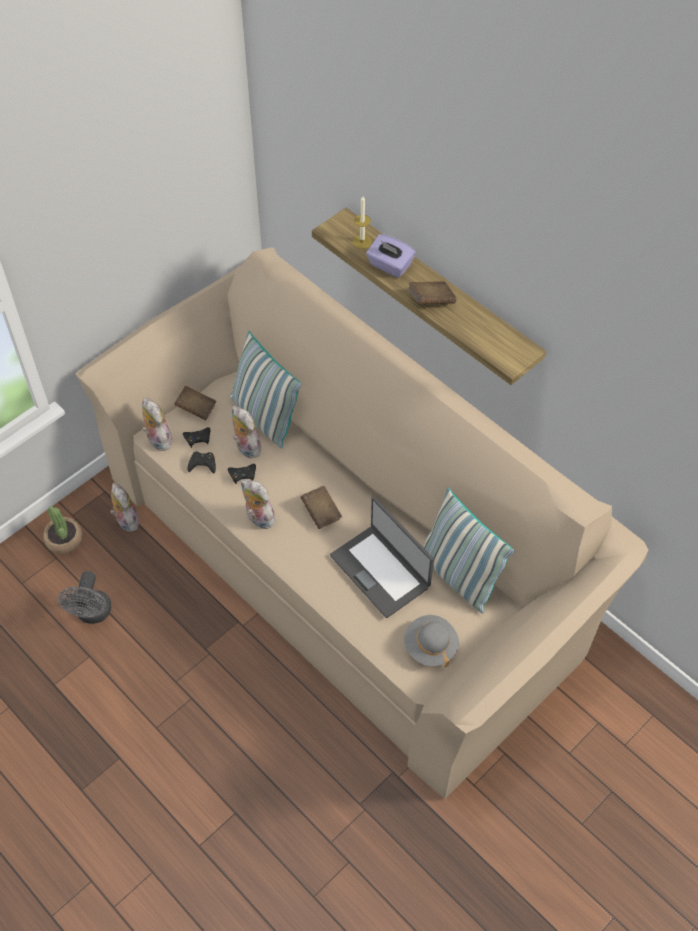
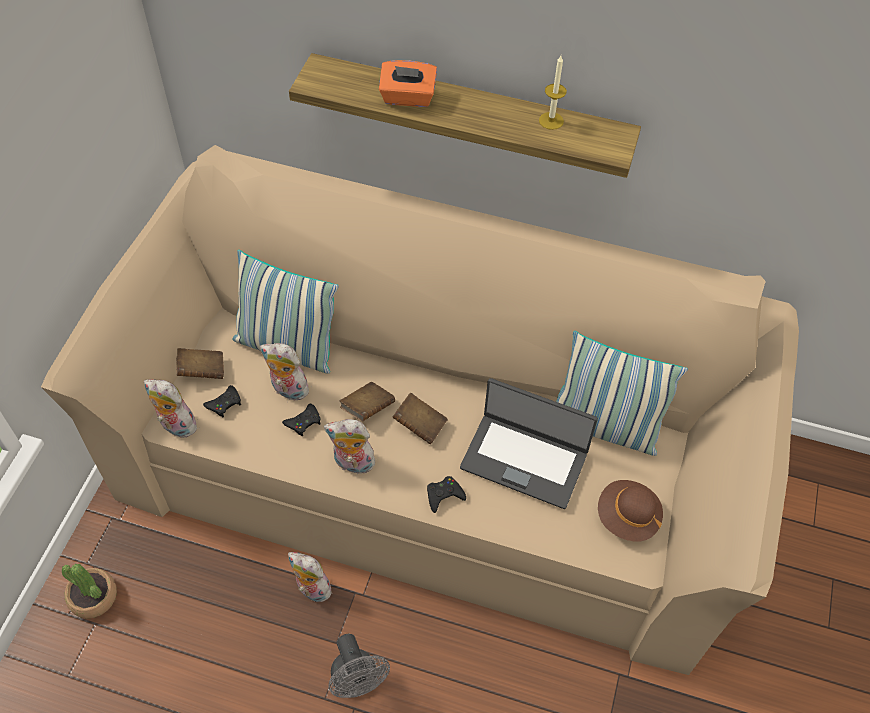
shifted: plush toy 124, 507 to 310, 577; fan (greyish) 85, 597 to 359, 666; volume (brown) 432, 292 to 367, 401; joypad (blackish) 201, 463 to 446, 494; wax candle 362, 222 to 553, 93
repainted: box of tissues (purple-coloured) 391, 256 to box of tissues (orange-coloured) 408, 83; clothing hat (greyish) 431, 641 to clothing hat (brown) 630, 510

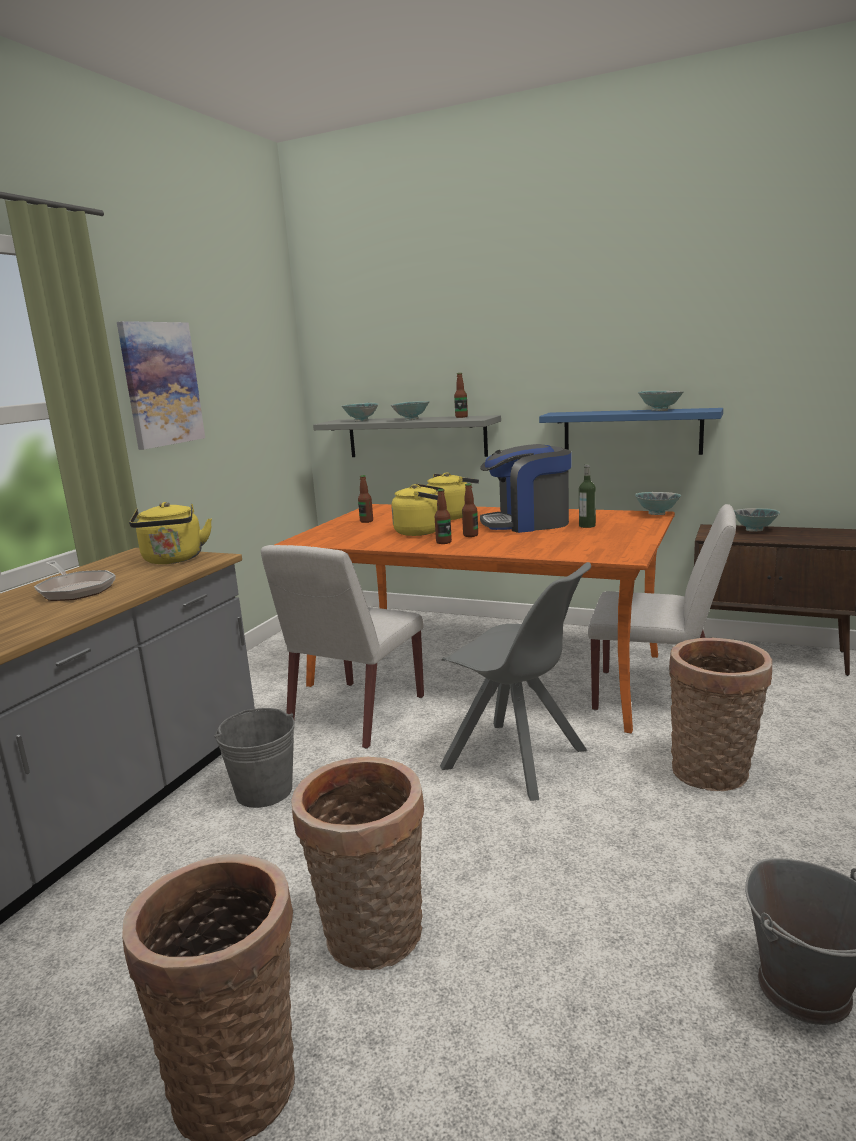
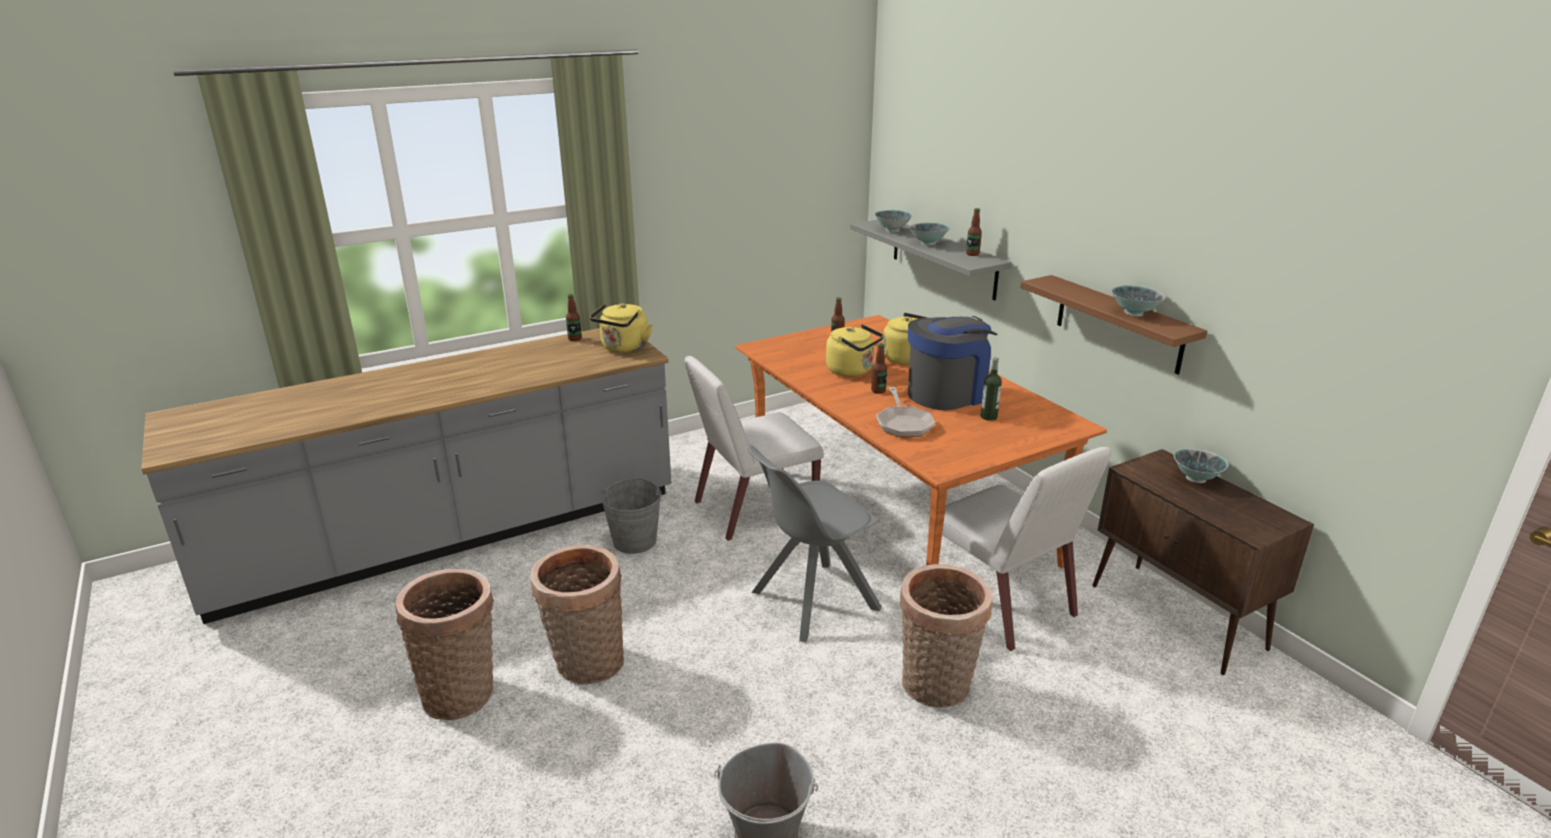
gone: wall picture 161, 385; deep dish 658, 503
shifted: bottle 443, 516 to 574, 317; pan 75, 581 to 905, 412
repainted: shelf (blue-coloured) 631, 431 to shelf (brown) 1114, 325
rotated: upright chair (greyish) 515, 681 = 815, 543 75 degrees clockwise; coffee maker 525, 488 = 952, 363 120 degrees clockwise

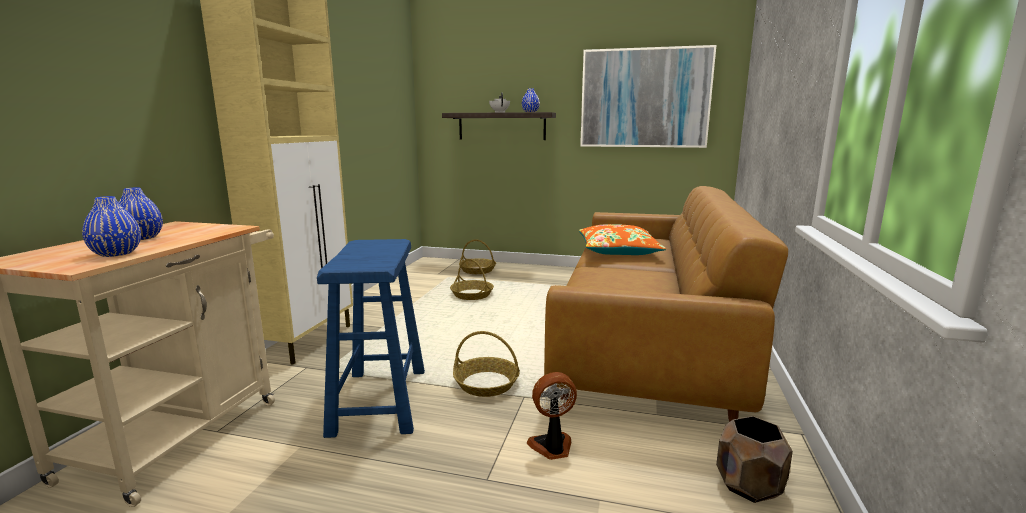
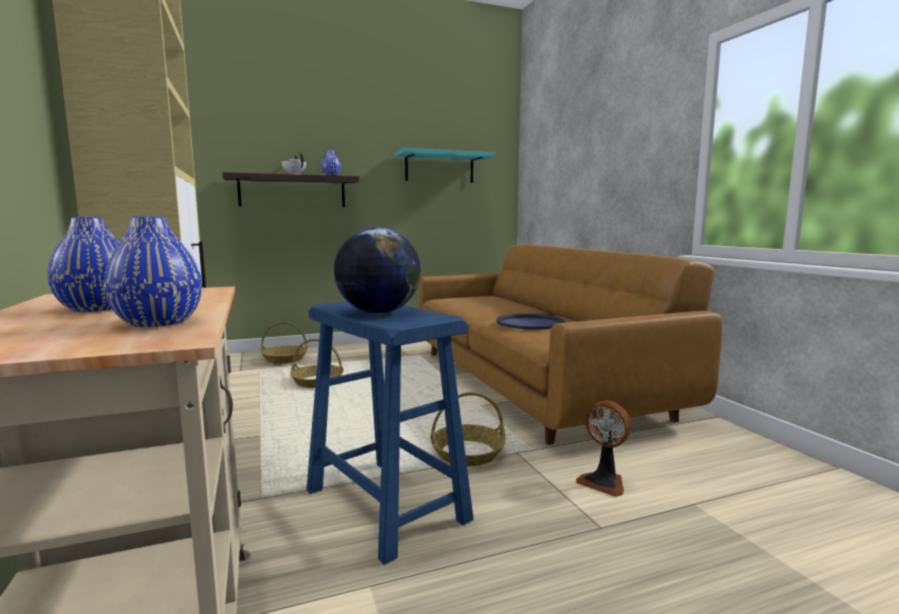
gone: throw pillow (orange-coloured) 622, 239; flower pot (brown) 754, 459
new: desk globe 377, 270; serving tray (blue-coloured) 530, 322
swapped: wall picture 648, 96 to shelf (blue-green) 445, 165
rotated: fan 552, 416 = 604, 449 90 degrees counterclockwise

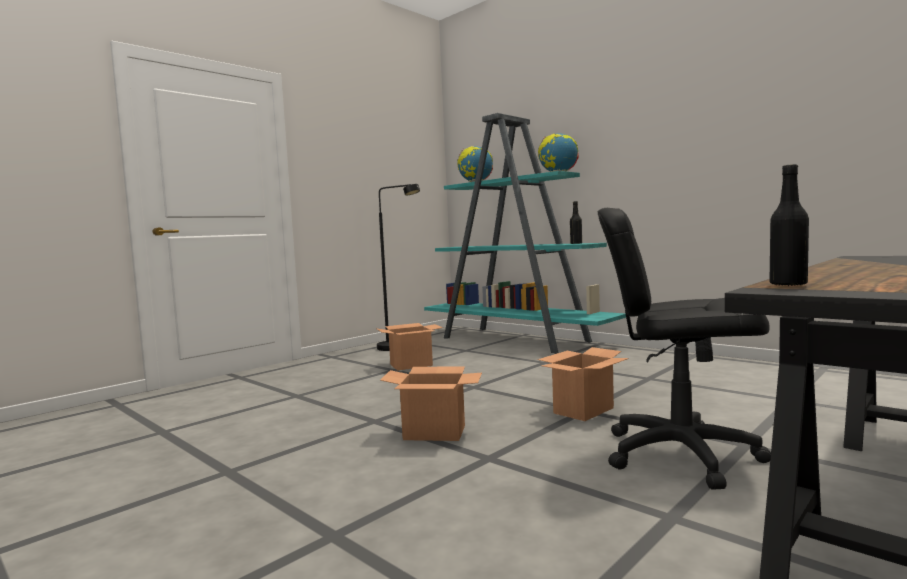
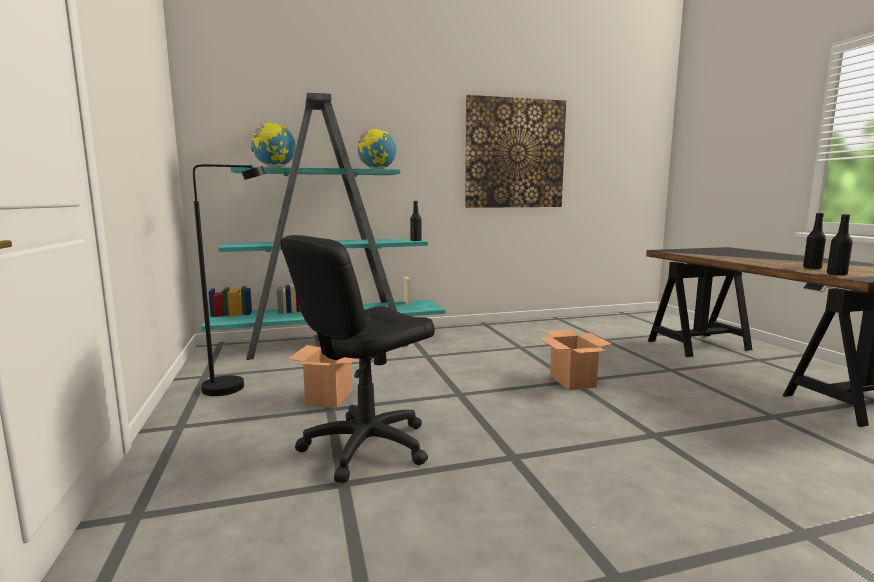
gone: packing box 431, 403
new: wall picture 515, 151; bottle (blackish) 814, 241
shifted: desk chair (blackish) 684, 349 to 357, 359

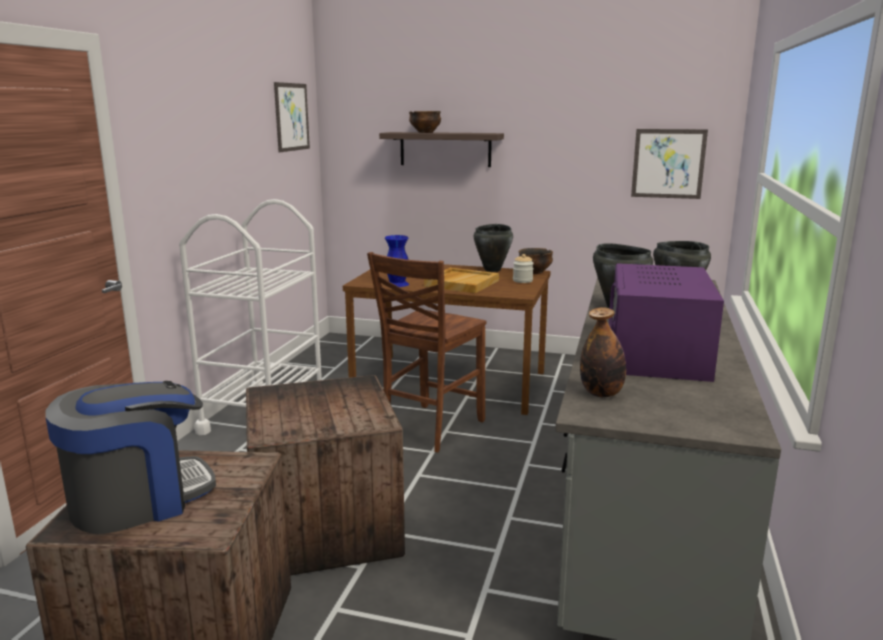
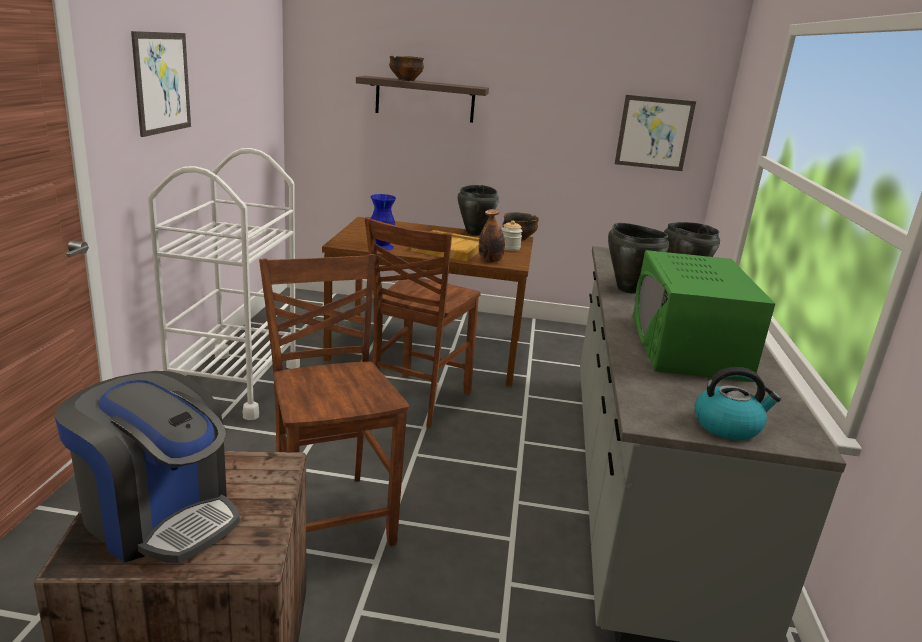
new: water kettle 738, 403
shifted: wall picture 292, 117 to 161, 84; bottle 603, 352 to 492, 236
swapped: packing crate 325, 475 to upright chair (brown) 334, 400
repainted: microwave oven (purple-coloured) 666, 322 to microwave oven (green-coloured) 703, 316
rotated: coffee maker 130, 457 = 147, 467 75 degrees clockwise

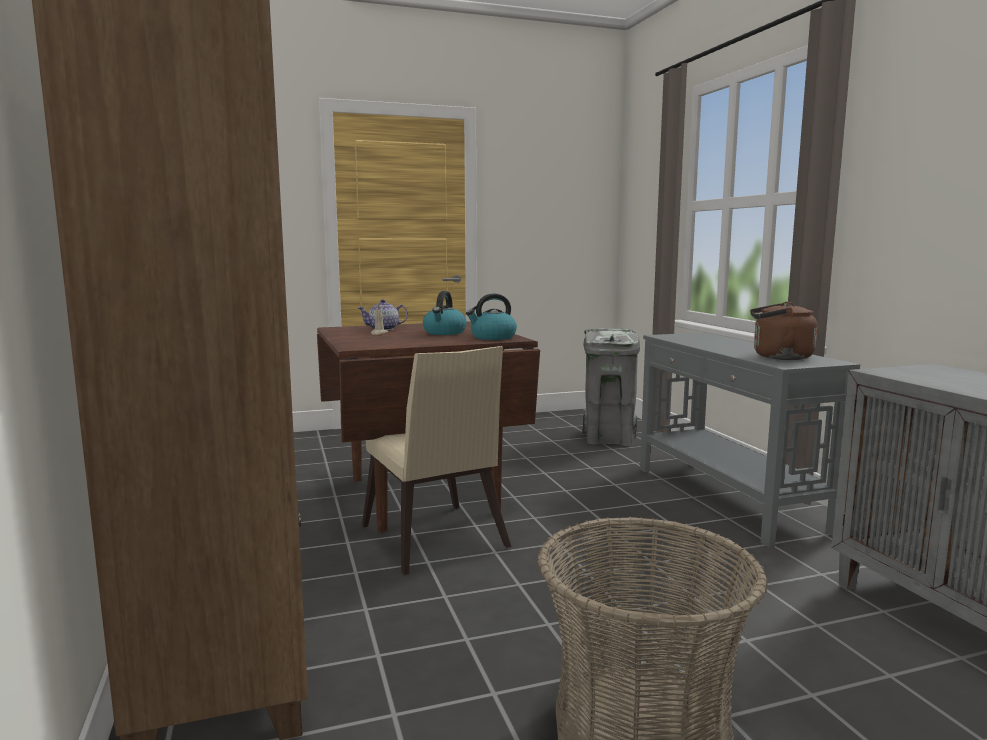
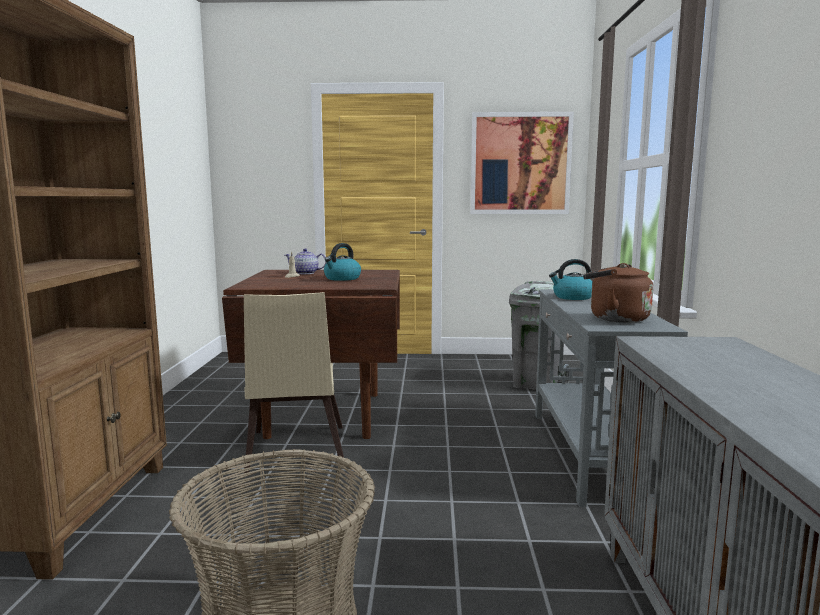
new: wall picture 522, 163
shifted: water kettle 491, 317 to 571, 279

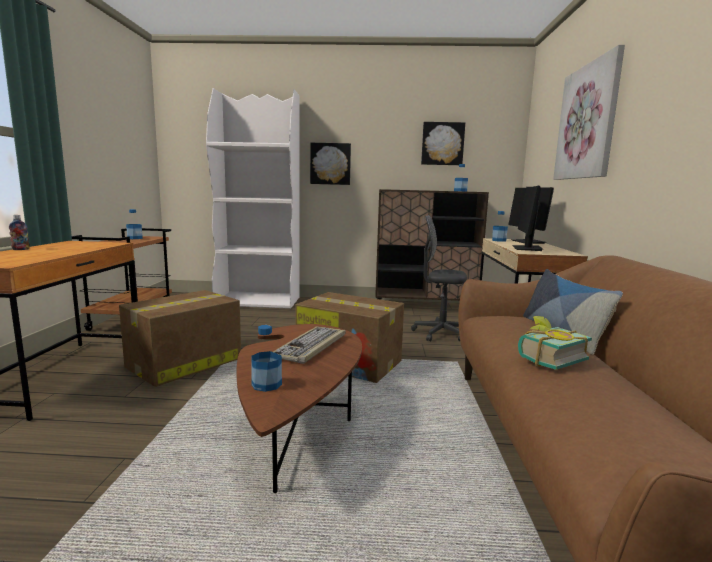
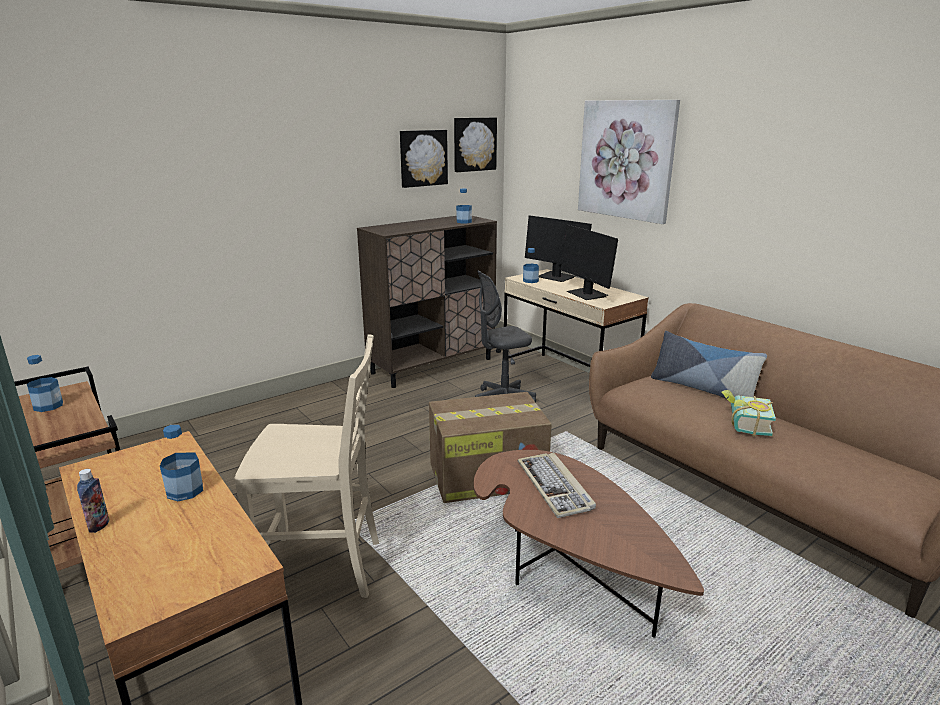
gone: shelving unit (white) 253, 198
shifted: bottle 267, 358 to 181, 463; wall picture 330, 164 to 475, 145
swapped: packing box 180, 338 to upright chair (sand-coloured) 306, 466

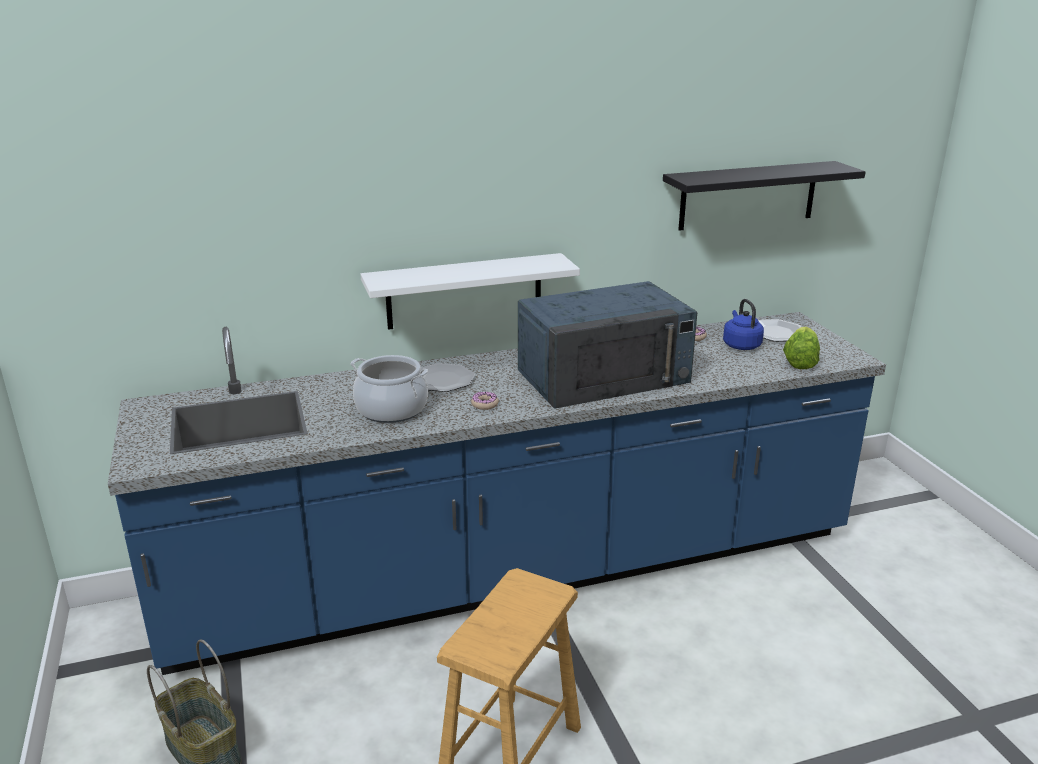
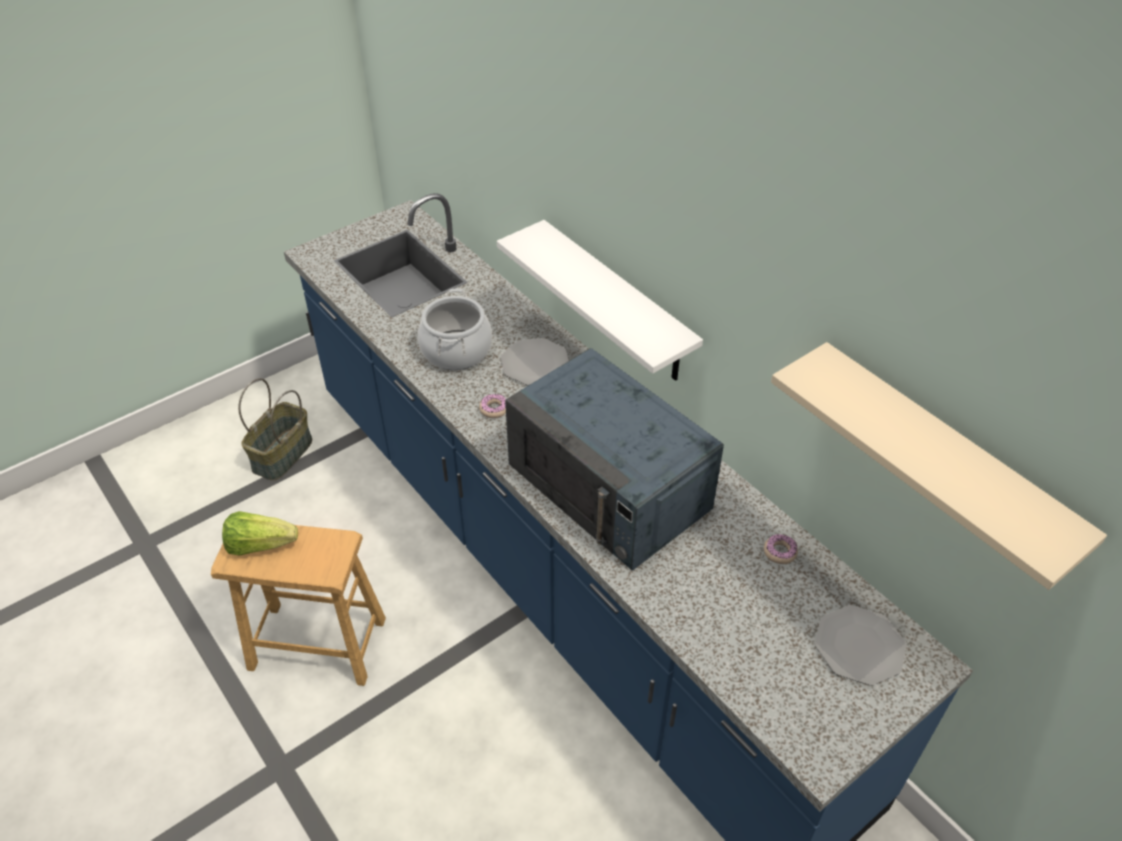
gone: water kettle (blue-coloured) 743, 324
shifted: lettuce head 801, 348 to 260, 533
repainted: shelf (blackish) 764, 196 to shelf (sand-coloured) 939, 466

